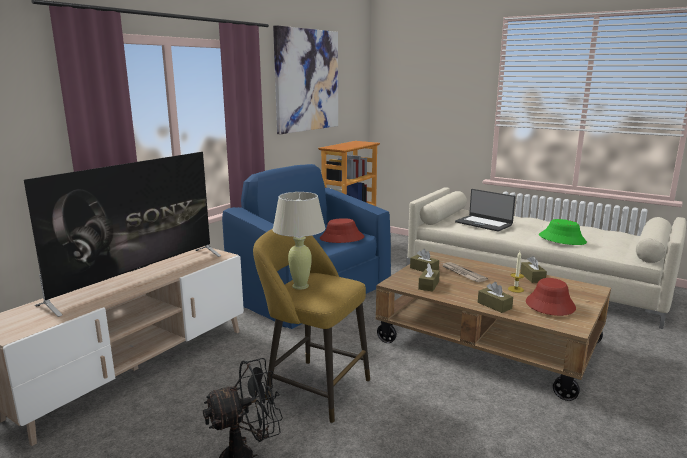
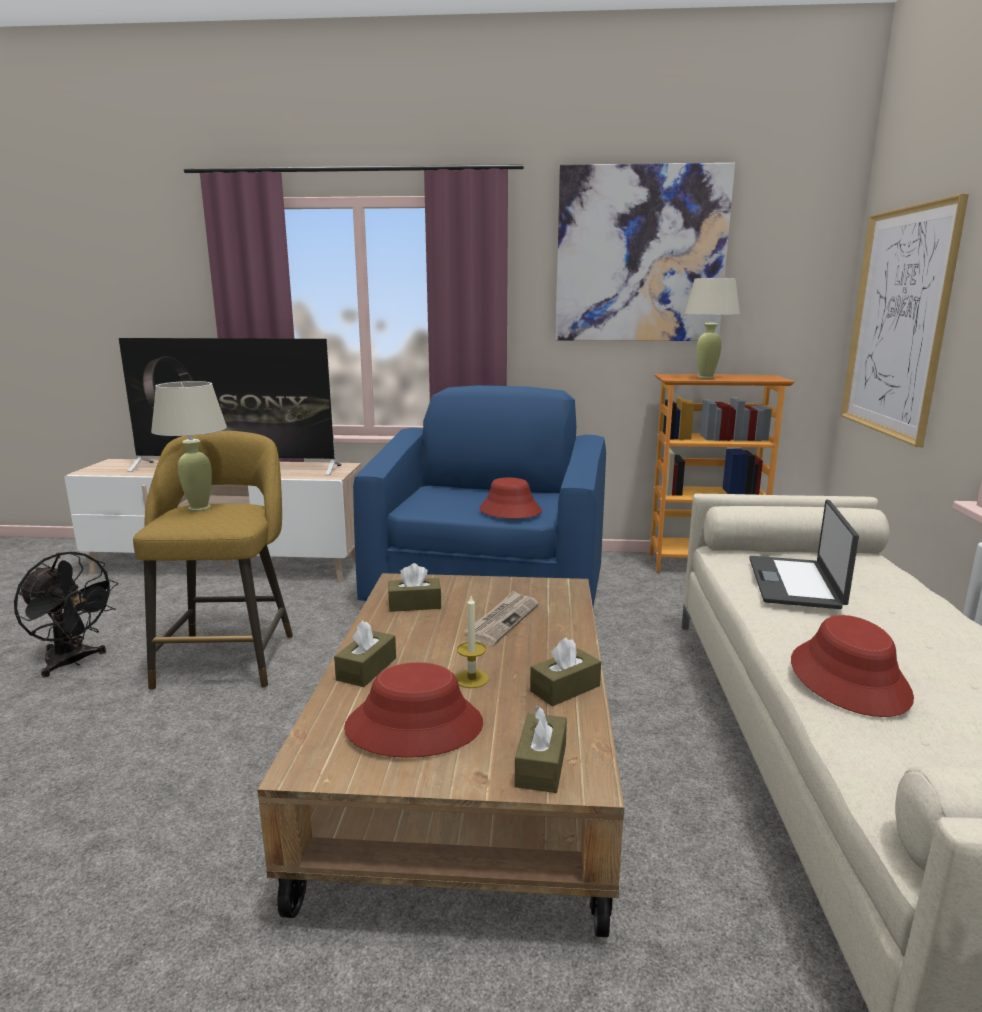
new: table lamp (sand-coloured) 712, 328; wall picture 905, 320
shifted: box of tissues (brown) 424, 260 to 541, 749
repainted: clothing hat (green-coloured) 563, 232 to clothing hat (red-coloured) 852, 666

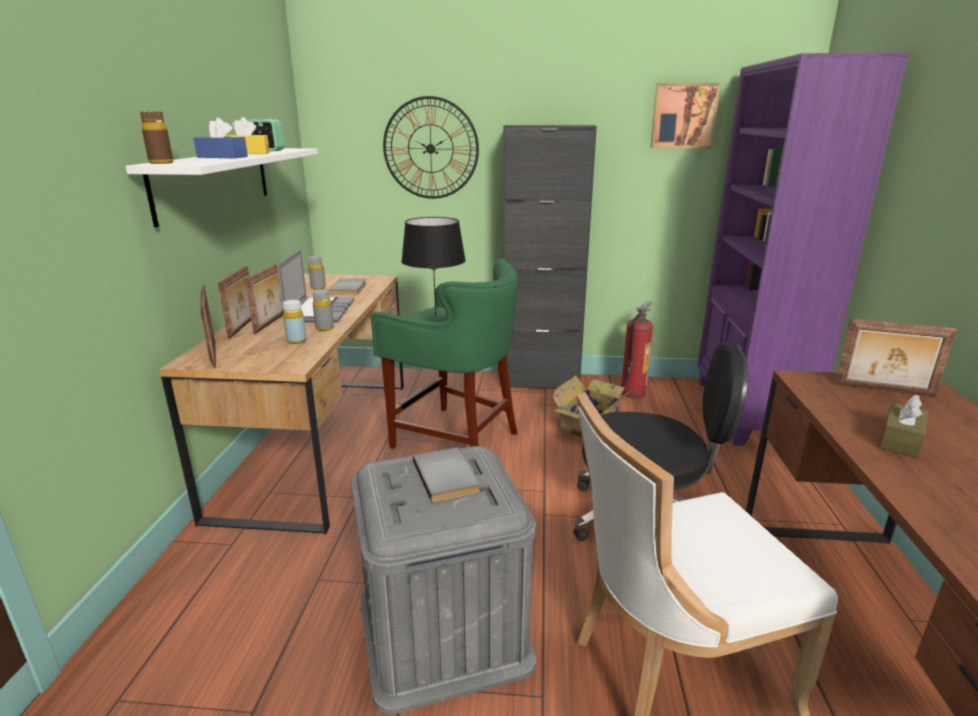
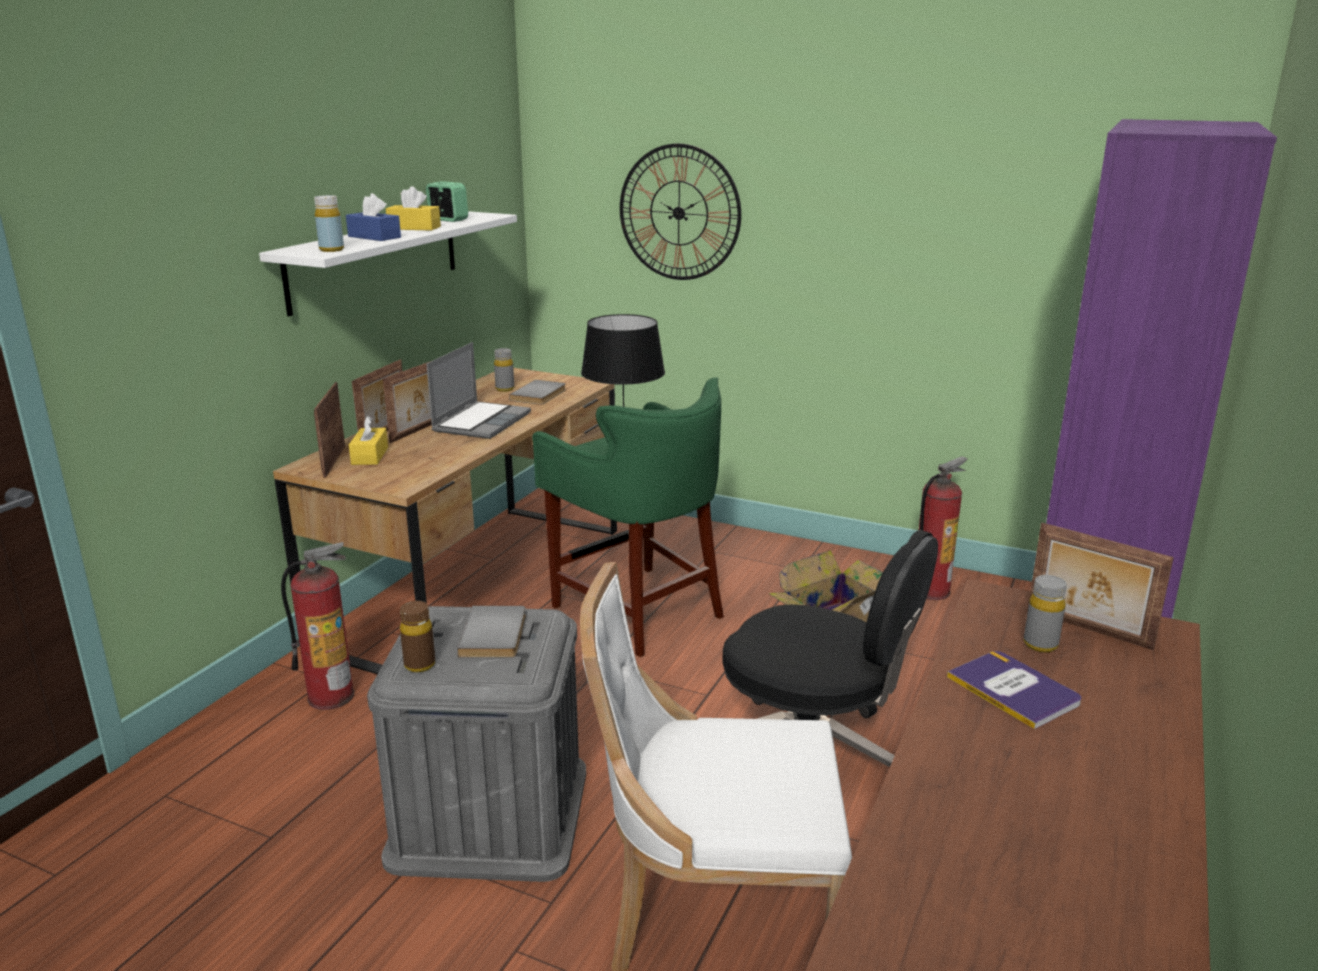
gone: cupboard (blackish) 549, 257; wall picture 685, 115
new: fire extinguisher 317, 626; box of tissues (yellowish) 368, 440
shifted: bottle (yellowish) 294, 322 to 329, 223; bottle (brown) 156, 138 to 417, 636; bottle (greyish) 323, 310 to 1045, 613
swapped: box of tissues (brown) 904, 426 to volume 1014, 690

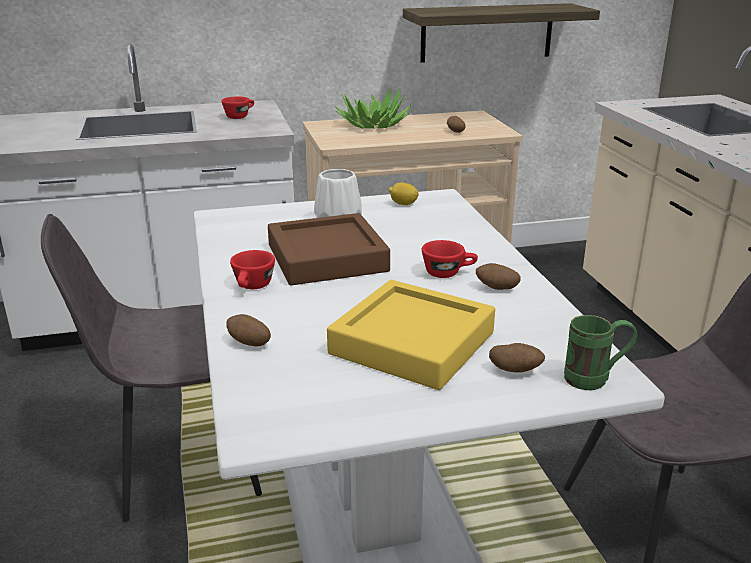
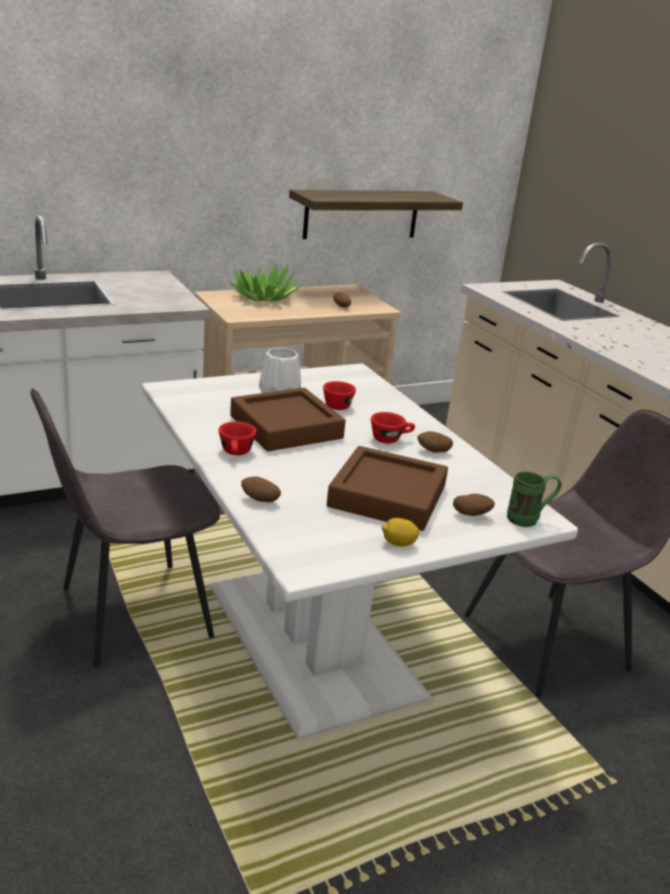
shifted: small cup (red-coloured) 238, 107 to 339, 395; citrus fruit 404, 194 to 401, 532
repainted: serving tray (yellowish) 411, 335 to serving tray (brown) 387, 488

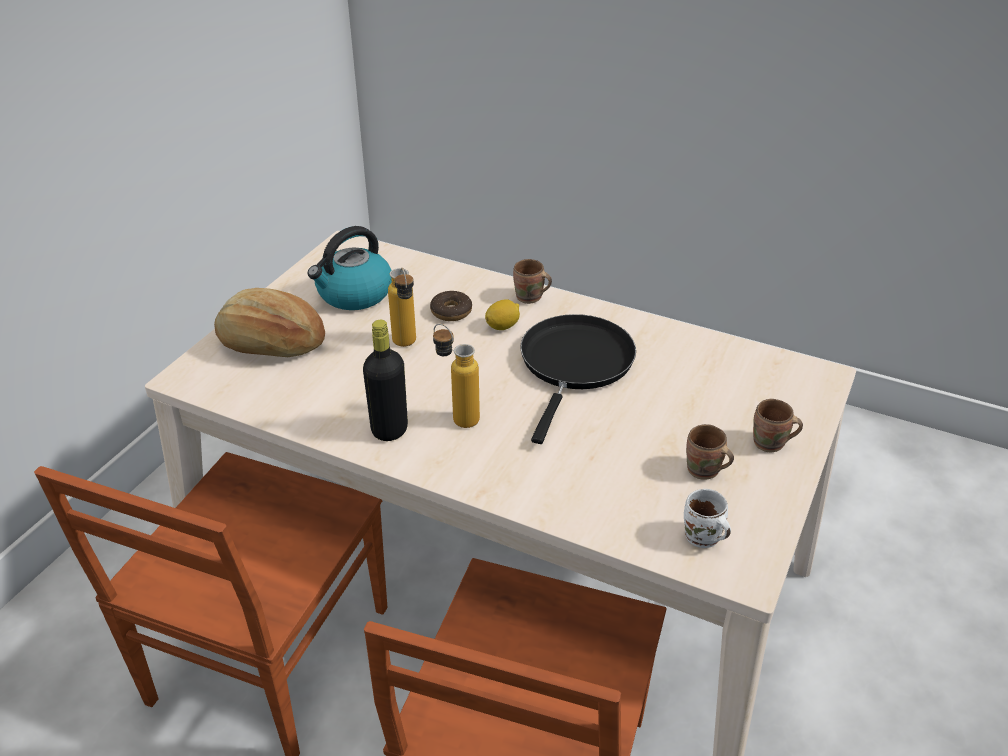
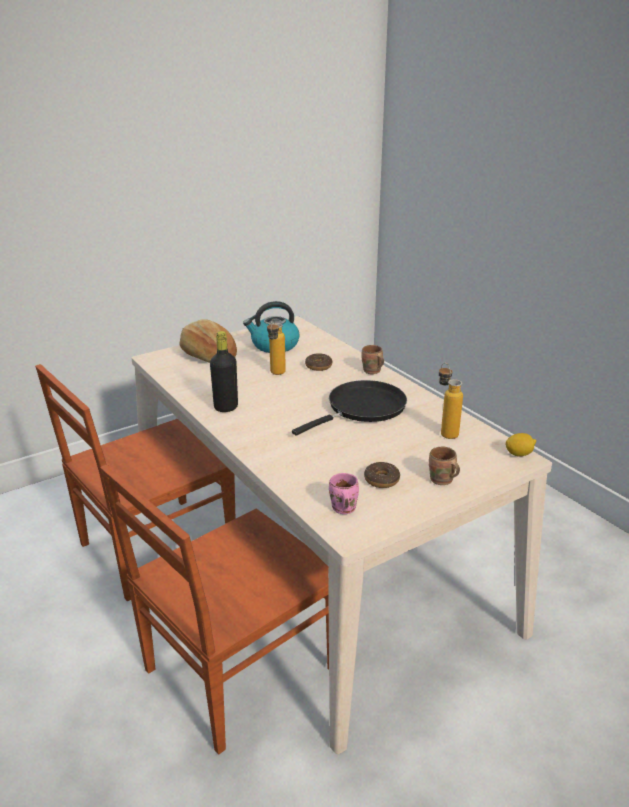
shifted: bottle 456, 376 to 451, 401; citrus fruit 502, 314 to 520, 445
swapped: coffee mug (brown) 710, 452 to ring doughnut 382, 475
repainted: coffee mug (white) 707, 518 to coffee mug (pink) 344, 493

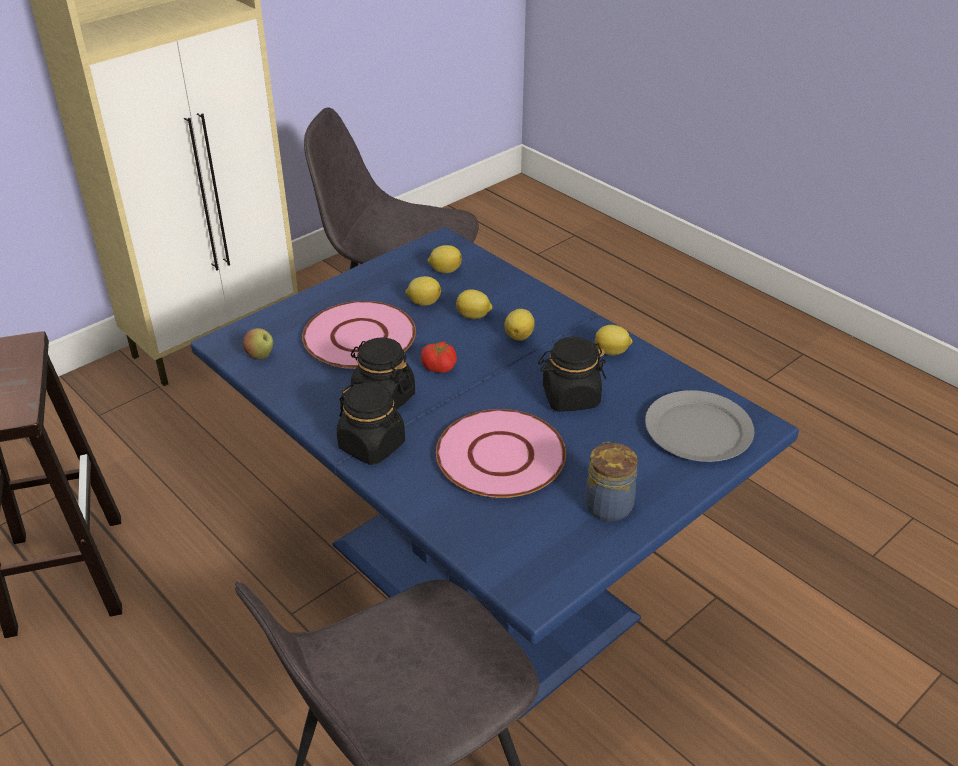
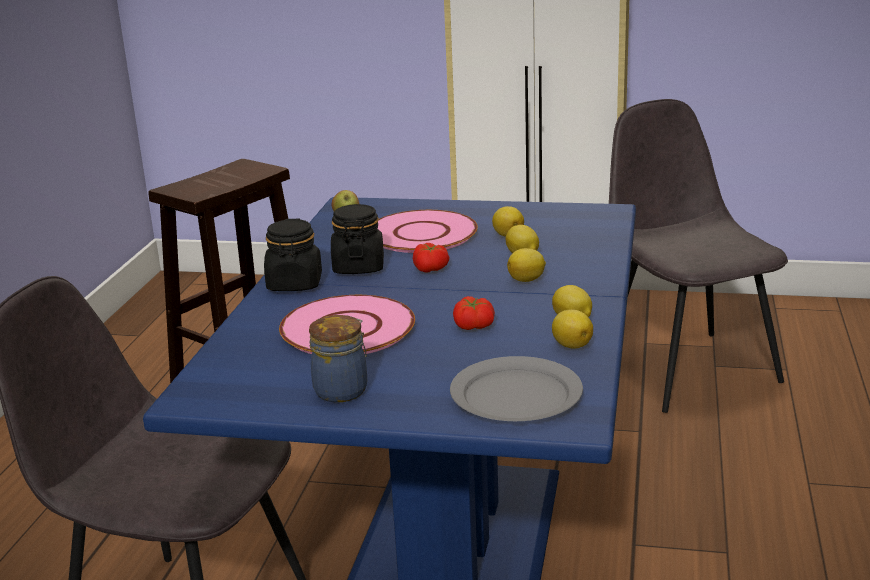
shifted: citrus fruit 444, 259 to 572, 328
swapped: storage jar (blackish) 572, 374 to fresh tomato 474, 313

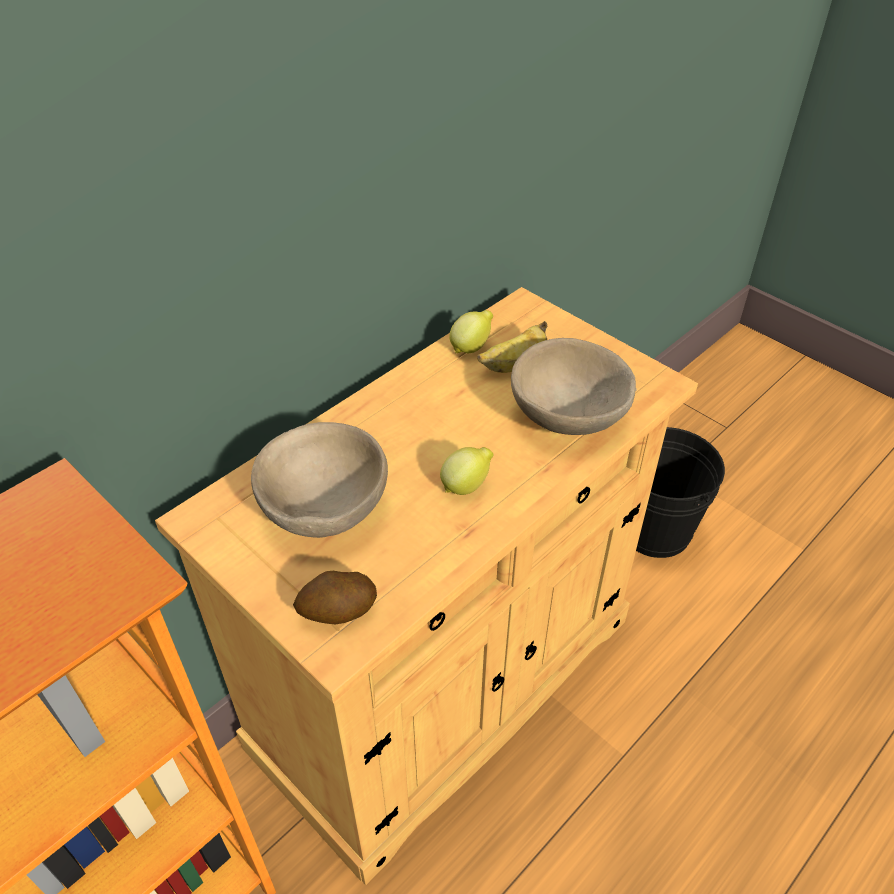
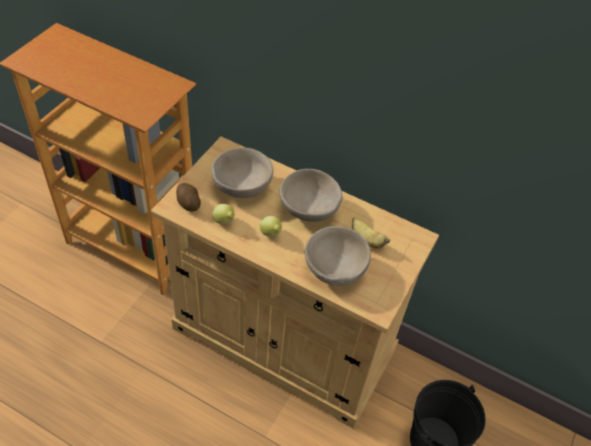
new: deep dish (sand-coloured) 311, 195
shifted: citrus fruit 471, 331 to 223, 214

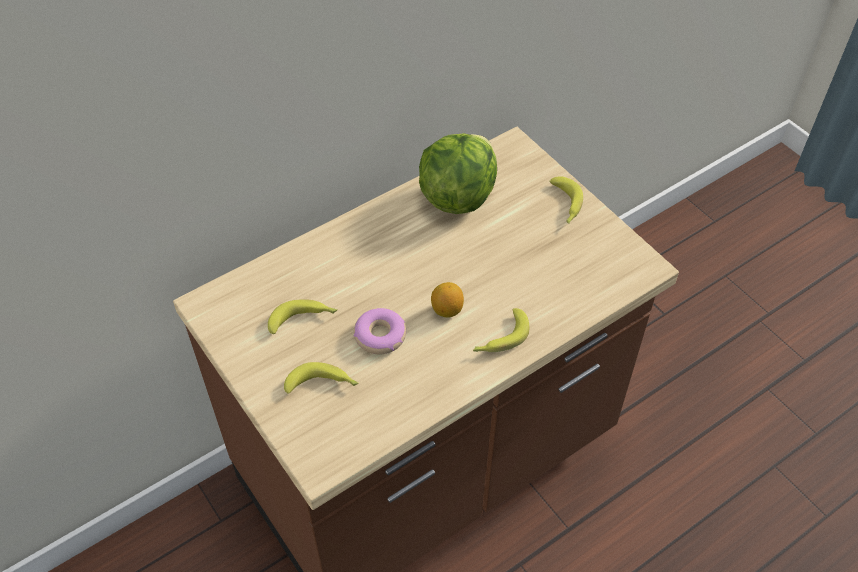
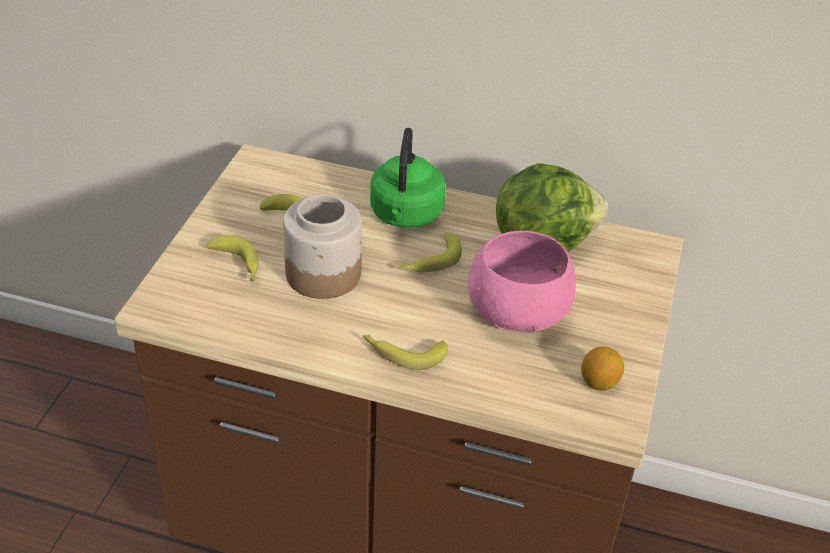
new: water kettle (green-coloured) 408, 178; deep dish (pink) 522, 281
shifted: whole banana 566, 200 to 430, 252; citrus fruit 447, 300 to 602, 368
swapped: ring doughnut 380, 331 to storage jar 322, 246

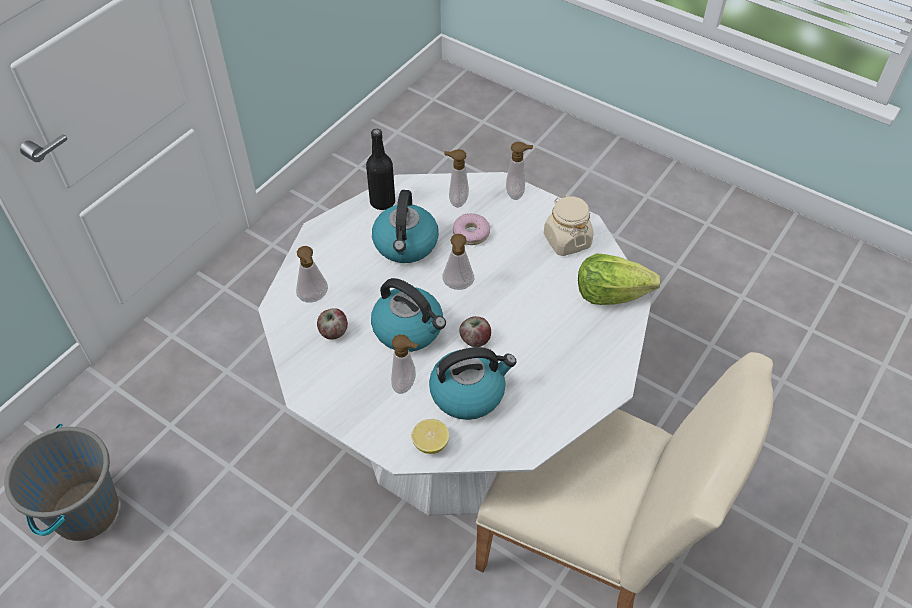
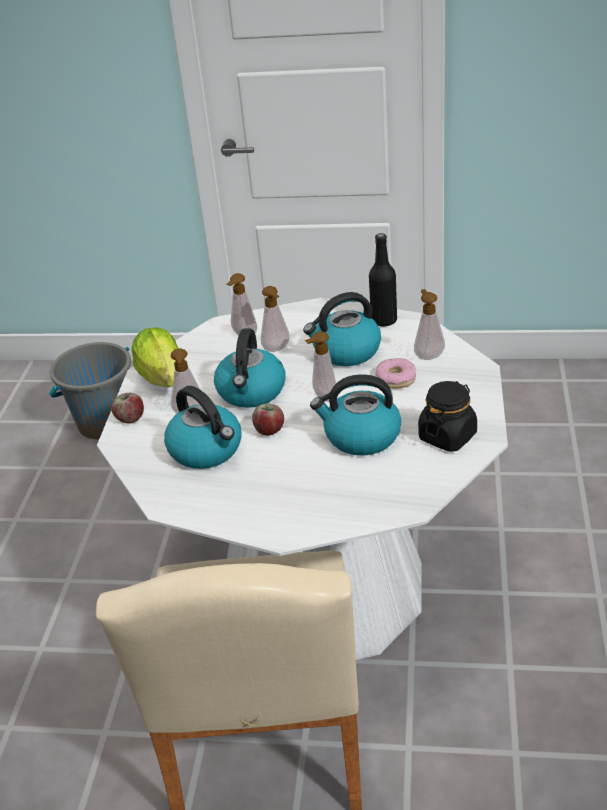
gone: citrus fruit 430, 436
new: water kettle 355, 415
shifted: apple 332, 324 to 127, 408; lettuce head 619, 279 to 154, 357; liquid soap bottle 519, 171 to 275, 319
repainted: storage jar (sand-coloured) 569, 225 to storage jar (blackish) 447, 416

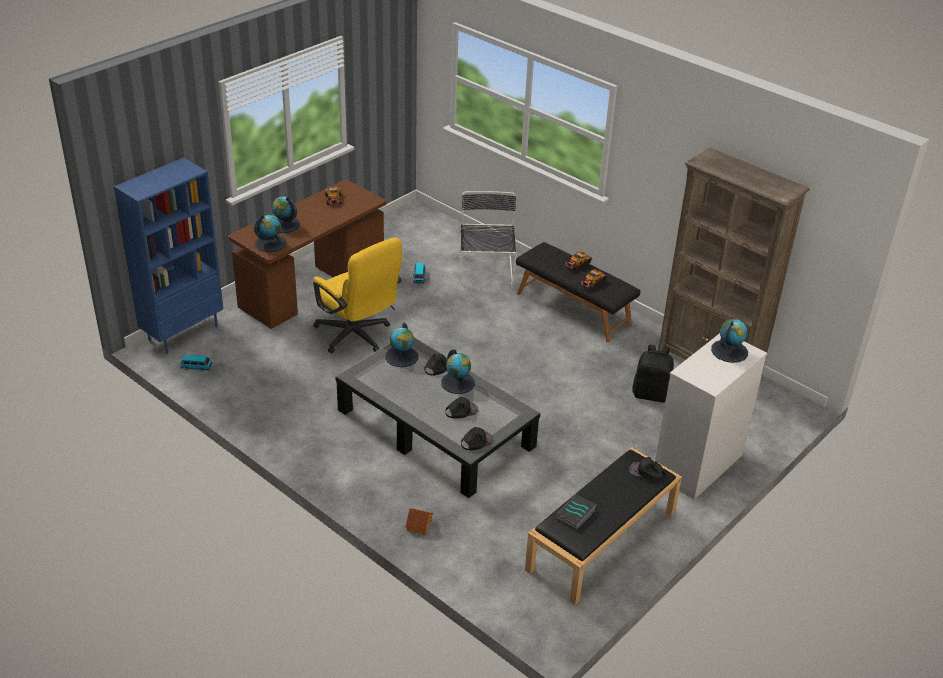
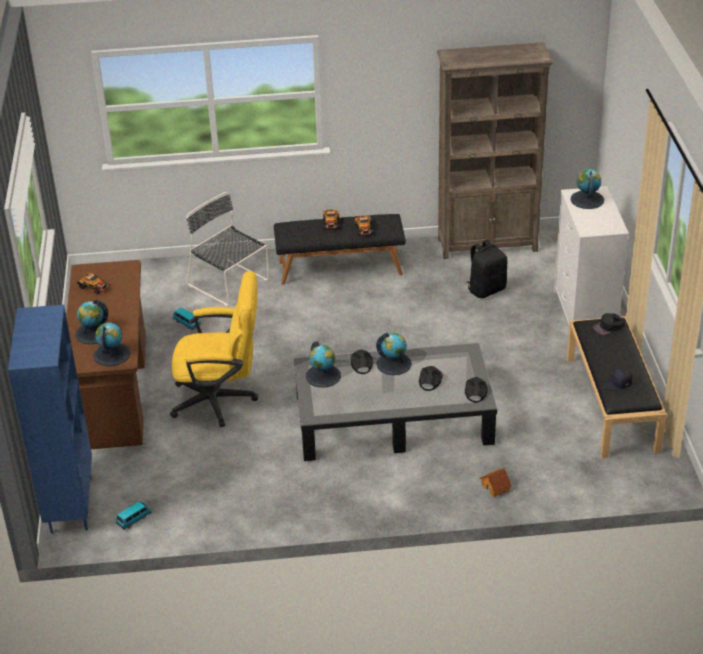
swapped: volume 576, 512 to peaked cap (blackish) 617, 379

